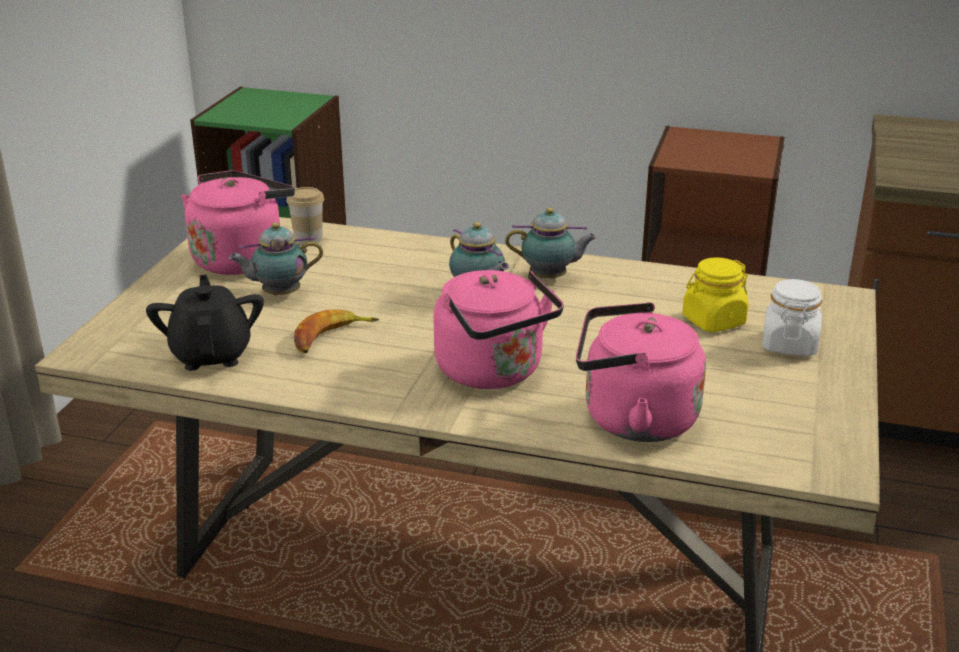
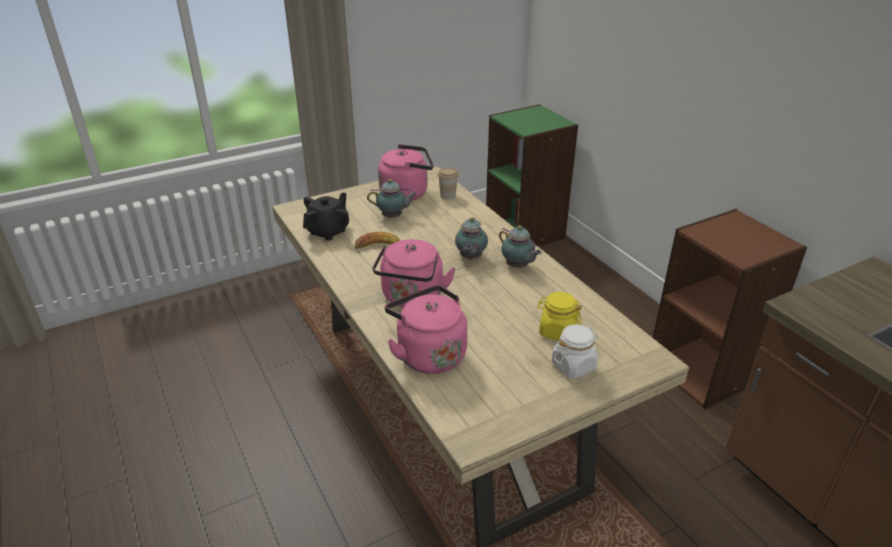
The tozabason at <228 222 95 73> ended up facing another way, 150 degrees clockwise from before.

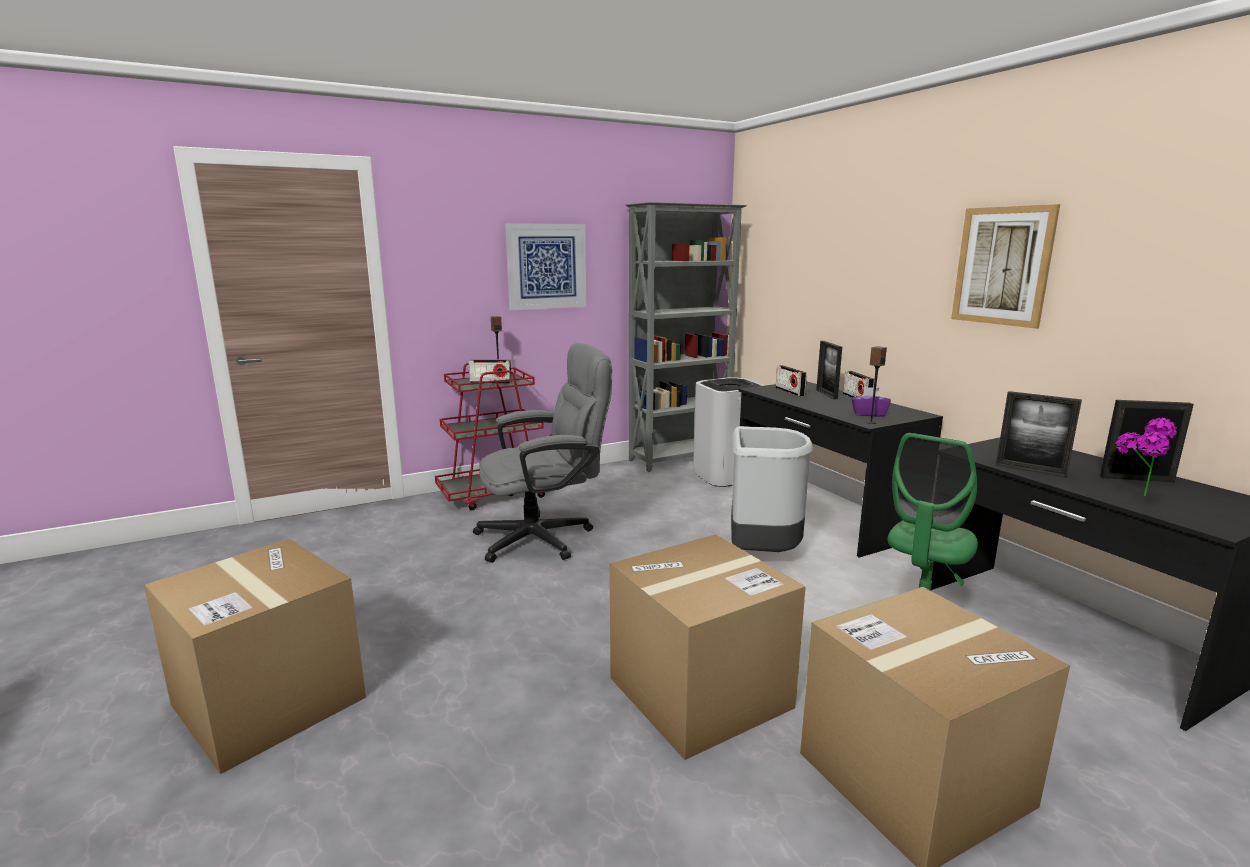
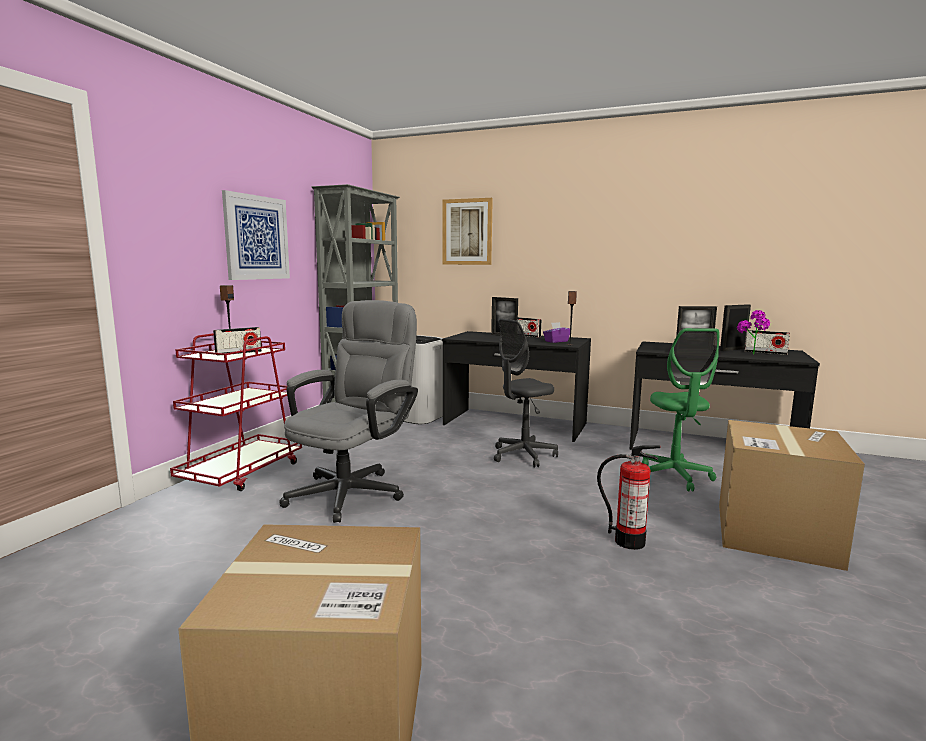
Where the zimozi stood at <610 534 196 226>, the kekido came to stand at <597 445 64 105>.
Where the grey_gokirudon stood at <731 426 82 126>, the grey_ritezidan came to stand at <494 318 64 149>.
The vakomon ended up elsewhere, having gone from <776 365 31 31> to <745 330 45 25>.
The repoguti ended up elsewhere, having gone from <951 204 109 125> to <442 198 51 67>.

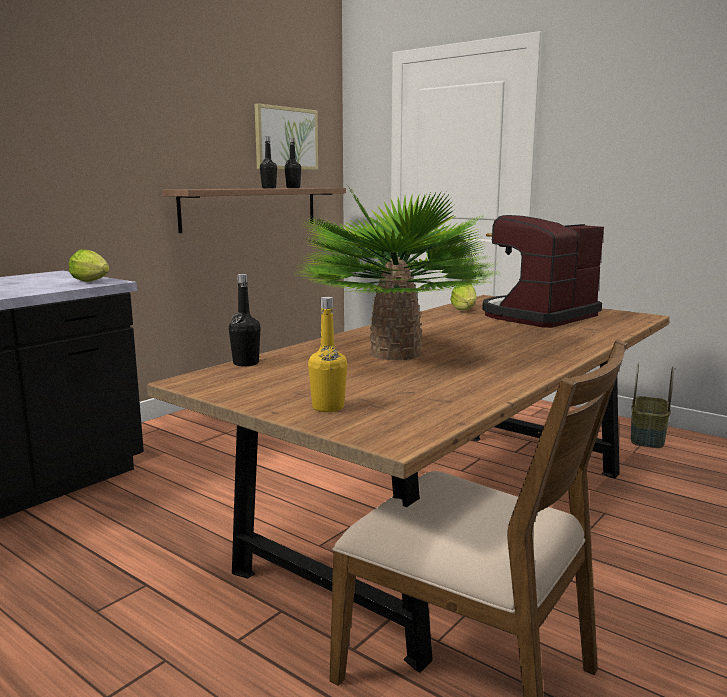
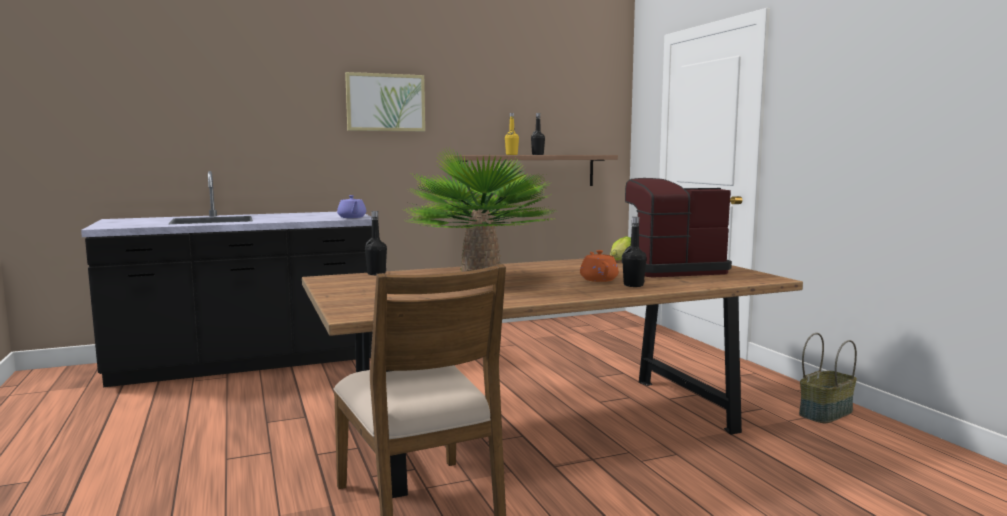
Where the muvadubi stood at <69 249 41 33>, the purple_tozabason came to stand at <337 195 29 23>.
The repoguti ended up elsewhere, having gone from <254 103 64 67> to <345 72 80 59>.
The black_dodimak ended up elsewhere, having gone from <285 138 16 50> to <622 217 25 70>.
The yellow_dodimak ended up elsewhere, having gone from <308 297 39 115> to <505 113 14 42>.
The second view gained the orange_tozabason at <580 250 39 32>.

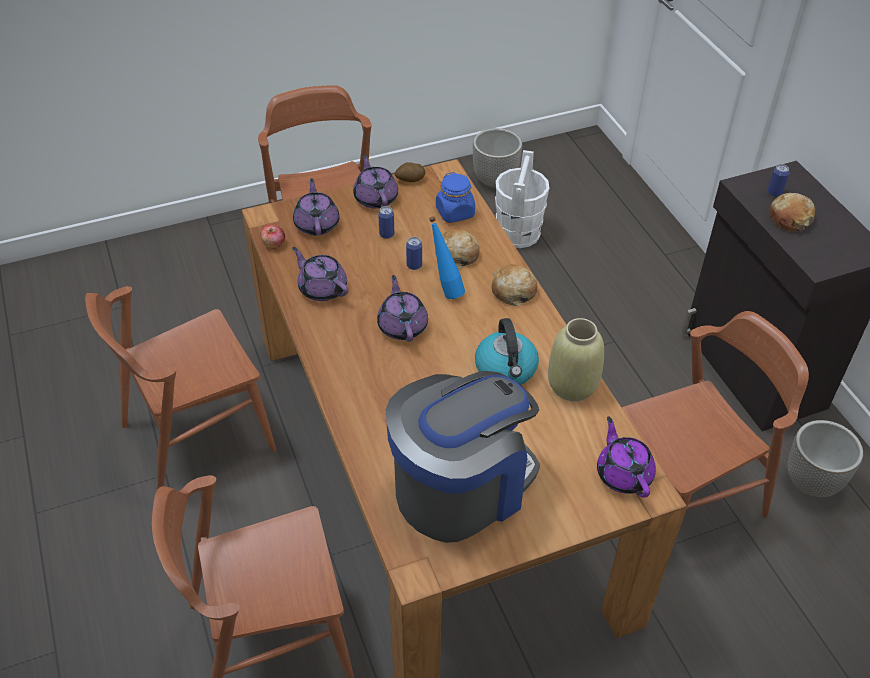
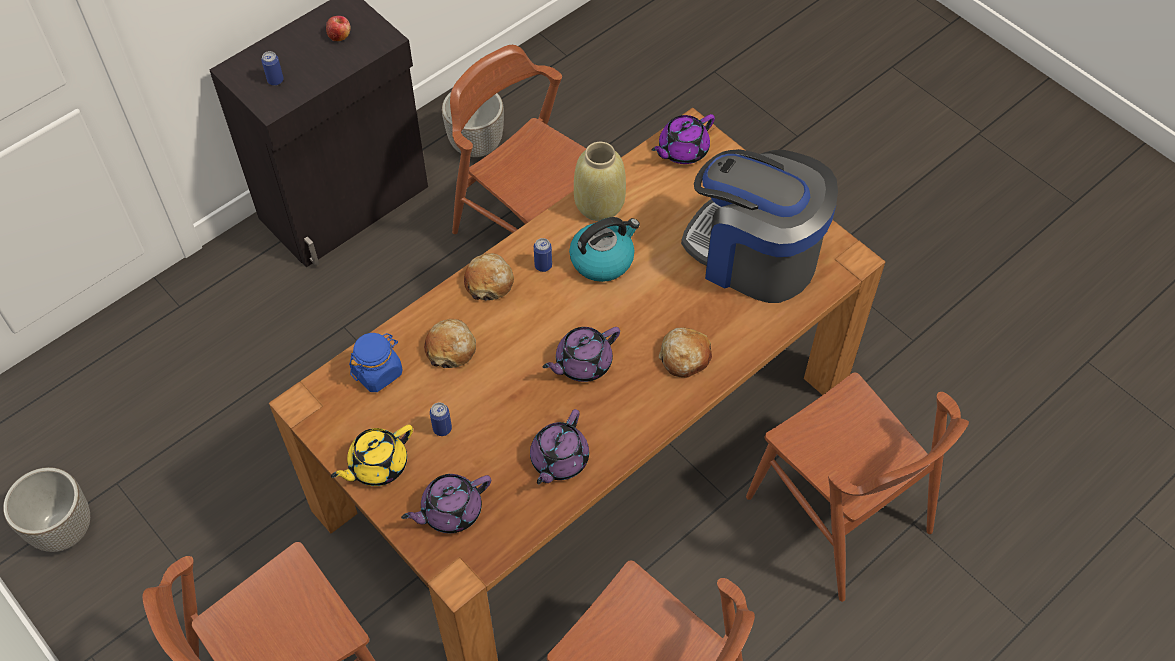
The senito ended up elsewhere, having gone from <260 224 25 25> to <326 16 24 25>.
What was the purple_tozabason at <353 154 45 55> turned into the yellow_tozabason at <331 425 82 61>.
The second view lost the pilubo at <395 162 30 20>.
The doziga ended up elsewhere, having gone from <406 237 16 33> to <534 238 18 34>.
The second view lost the blue_dodimak at <429 216 36 83>.
The second view lost the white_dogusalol at <495 150 54 98>.
The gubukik ended up elsewhere, having gone from <769 193 46 38> to <659 328 53 50>.

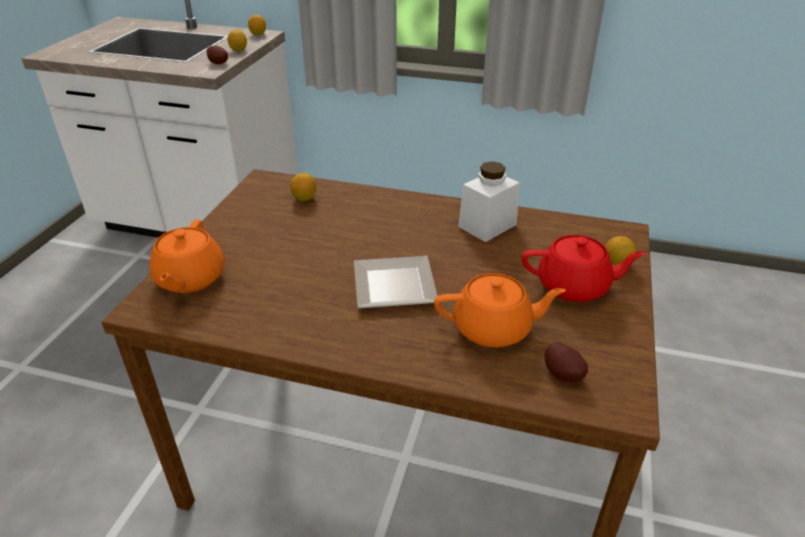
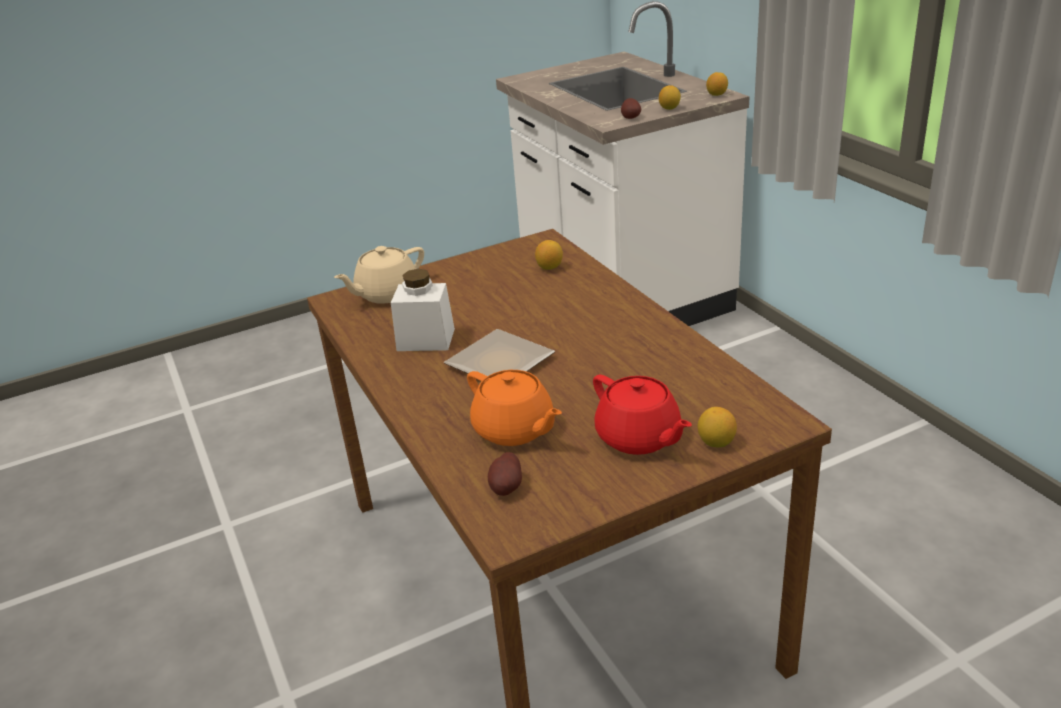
What was the orange_tozabason at <149 219 76 74> turned into the beige_tozabason at <334 246 90 58>.
The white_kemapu ended up elsewhere, having gone from <458 161 62 81> to <391 269 64 82>.

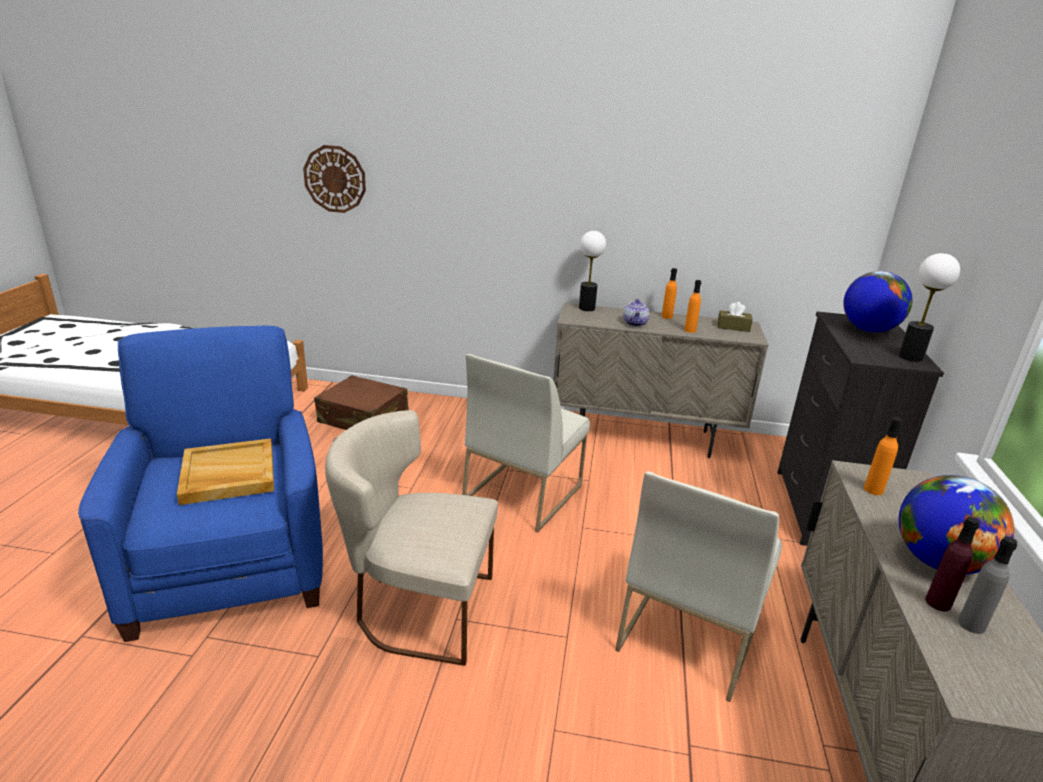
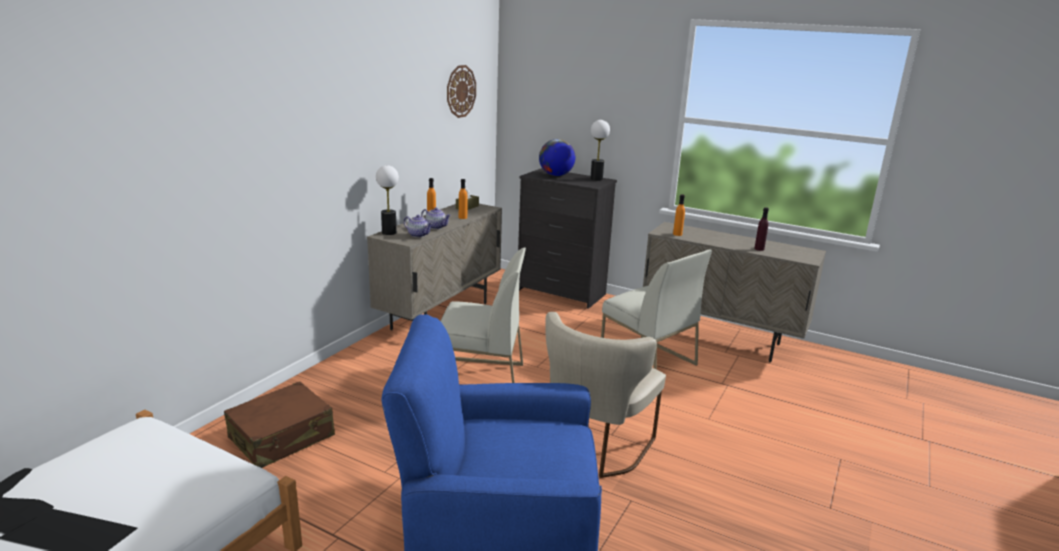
The second view lost the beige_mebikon at <177 438 97 67>.
The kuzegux ended up elsewhere, having gone from <303 145 63 68> to <447 65 29 53>.
The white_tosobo at <462 354 128 179> ended up facing another way, 45 degrees counterclockwise from before.
The second view lost the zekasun at <899 475 116 99>.
The second view lost the grey_dodimak at <958 536 59 98>.
The second view gained the tozabason at <404 215 29 23>.

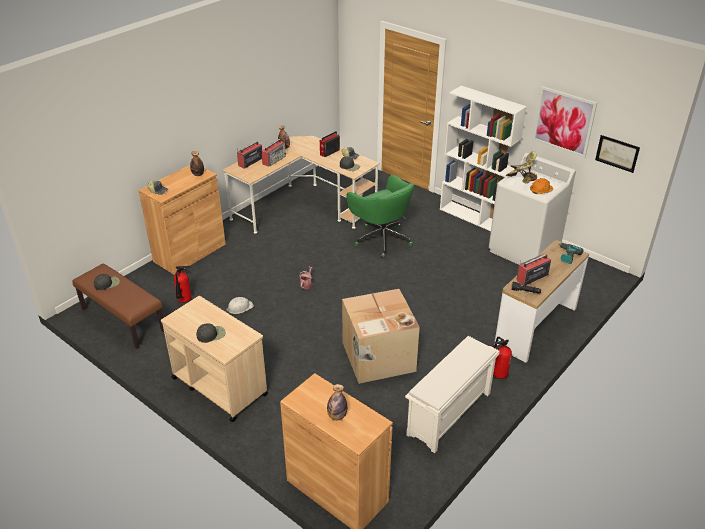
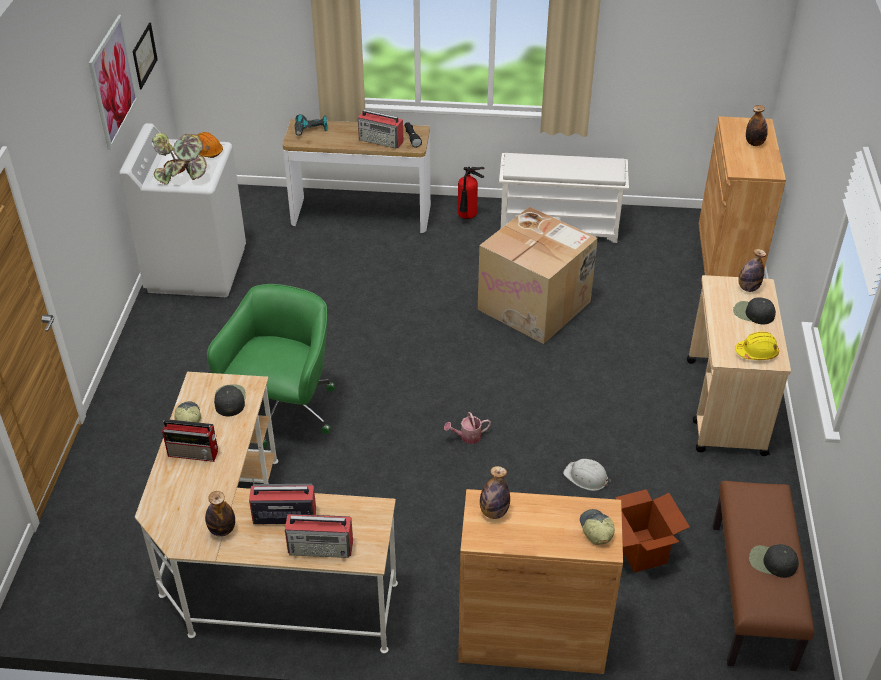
Where the kekido stood at <174 266 18 37>, the zimozi came to stand at <615 489 75 84>.
The second view lost the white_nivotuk at <440 86 87 145>.
The second view gained the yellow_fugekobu at <735 331 44 29>.
The second view gained the dodimak at <738 249 28 43>.

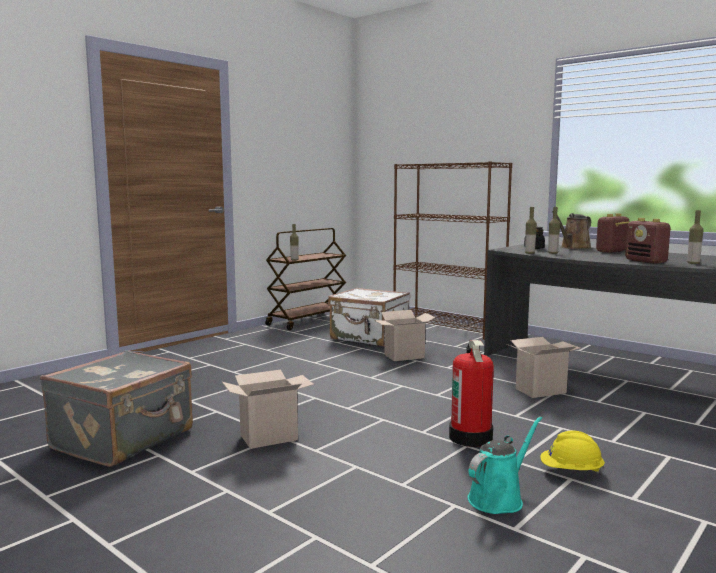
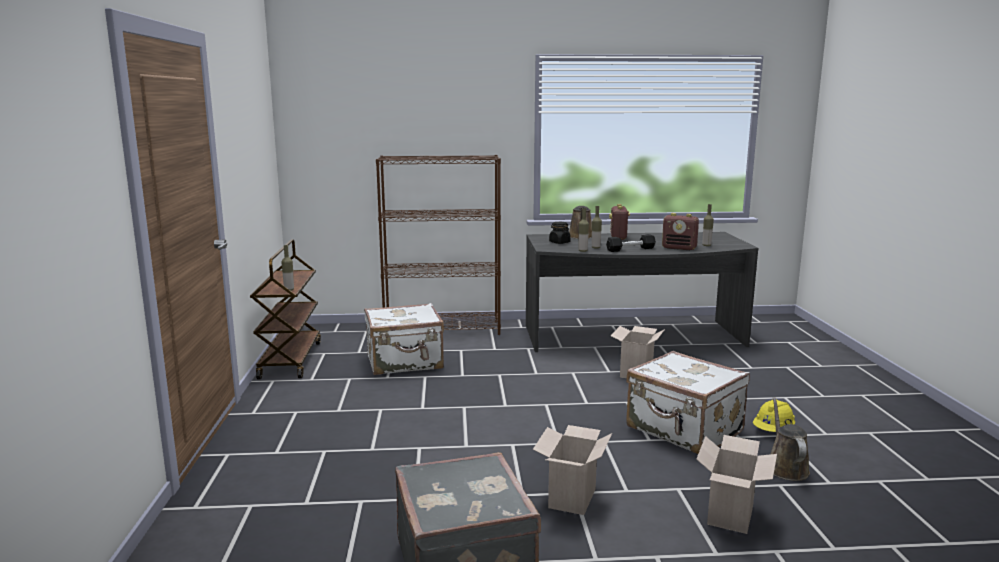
The zimozi ended up elsewhere, having gone from <374 310 62 51> to <696 435 81 99>.
Where the kekido stood at <449 340 45 107>, the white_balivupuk came to stand at <626 351 124 103>.
What was the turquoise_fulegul at <468 416 74 98> turned into the brown_fulegul at <771 397 39 84>.
The second view gained the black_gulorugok at <606 234 50 18>.

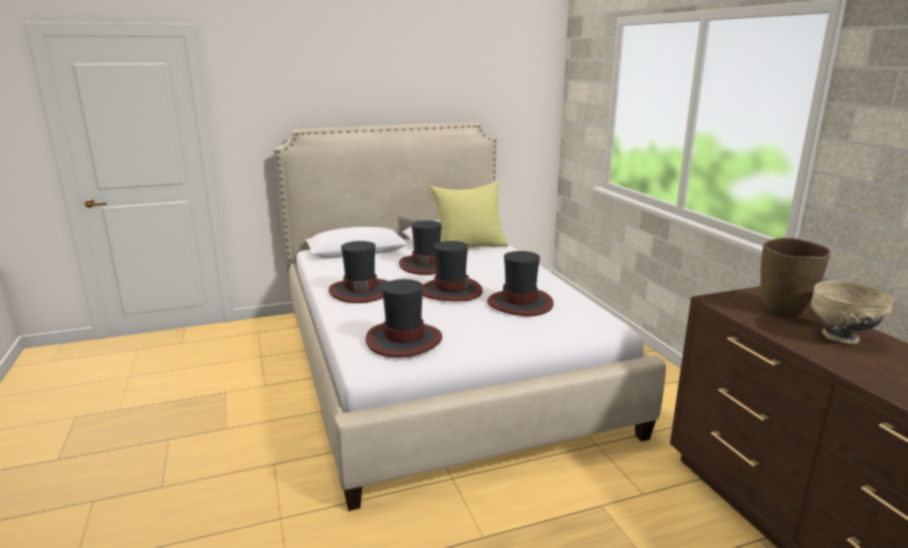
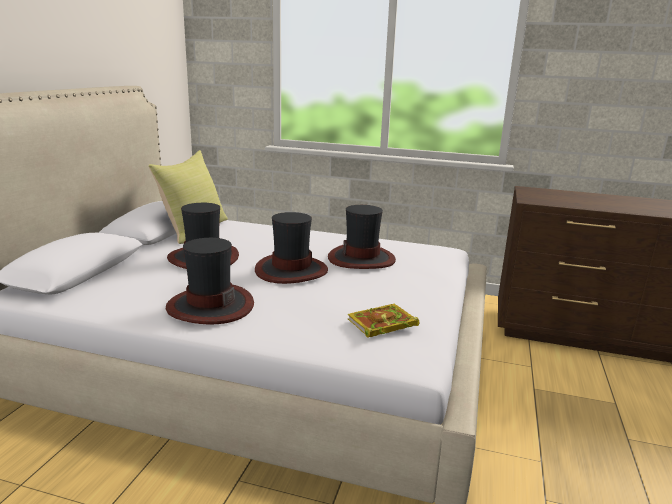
Where the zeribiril stood at <365 279 77 79>, the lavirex came to stand at <348 304 72 34>.
The second view lost the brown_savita at <760 238 71 79>.
The second view lost the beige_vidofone at <812 280 81 64>.

